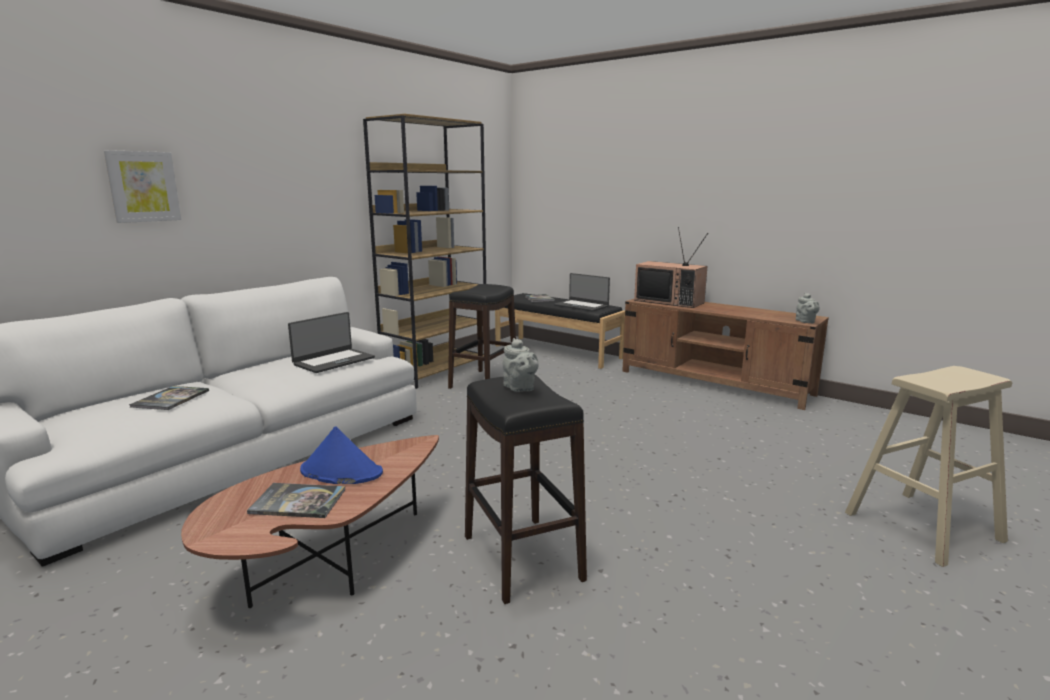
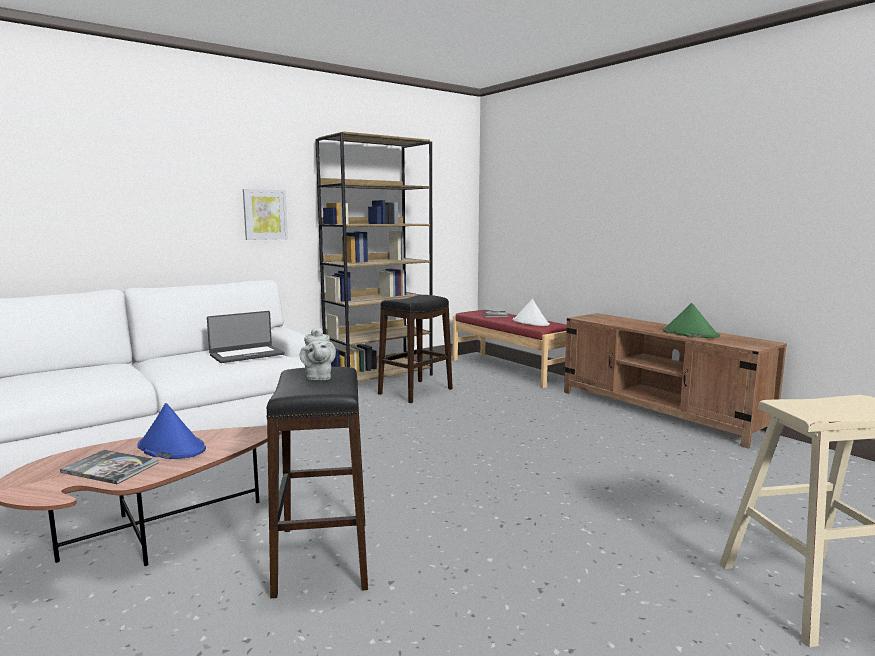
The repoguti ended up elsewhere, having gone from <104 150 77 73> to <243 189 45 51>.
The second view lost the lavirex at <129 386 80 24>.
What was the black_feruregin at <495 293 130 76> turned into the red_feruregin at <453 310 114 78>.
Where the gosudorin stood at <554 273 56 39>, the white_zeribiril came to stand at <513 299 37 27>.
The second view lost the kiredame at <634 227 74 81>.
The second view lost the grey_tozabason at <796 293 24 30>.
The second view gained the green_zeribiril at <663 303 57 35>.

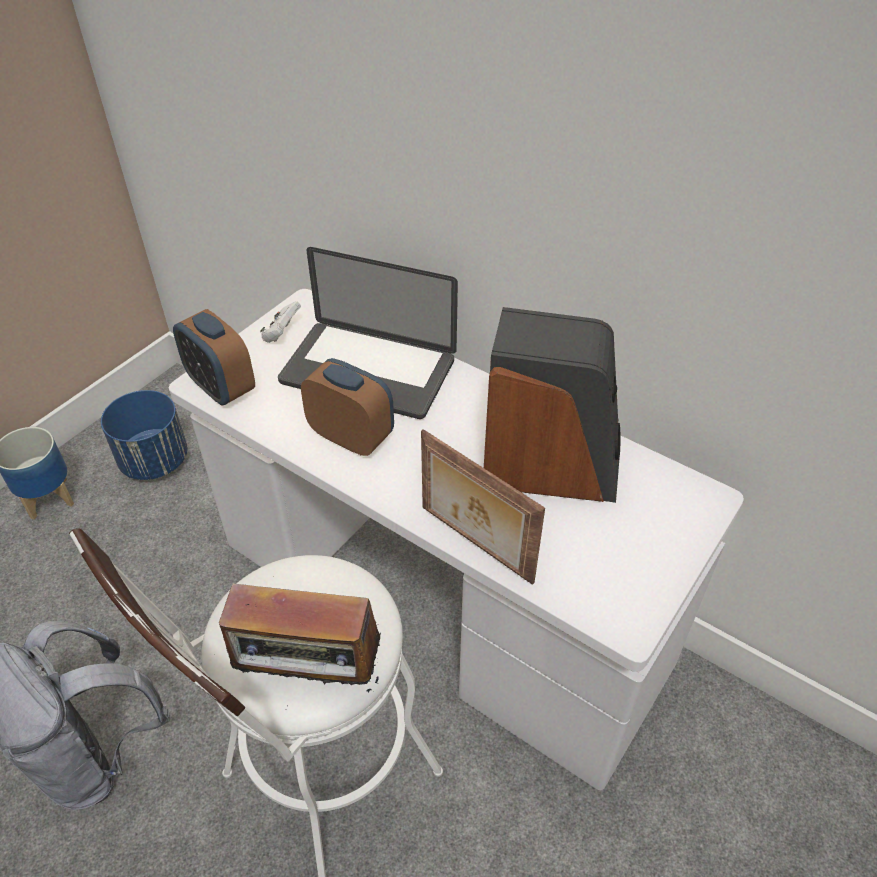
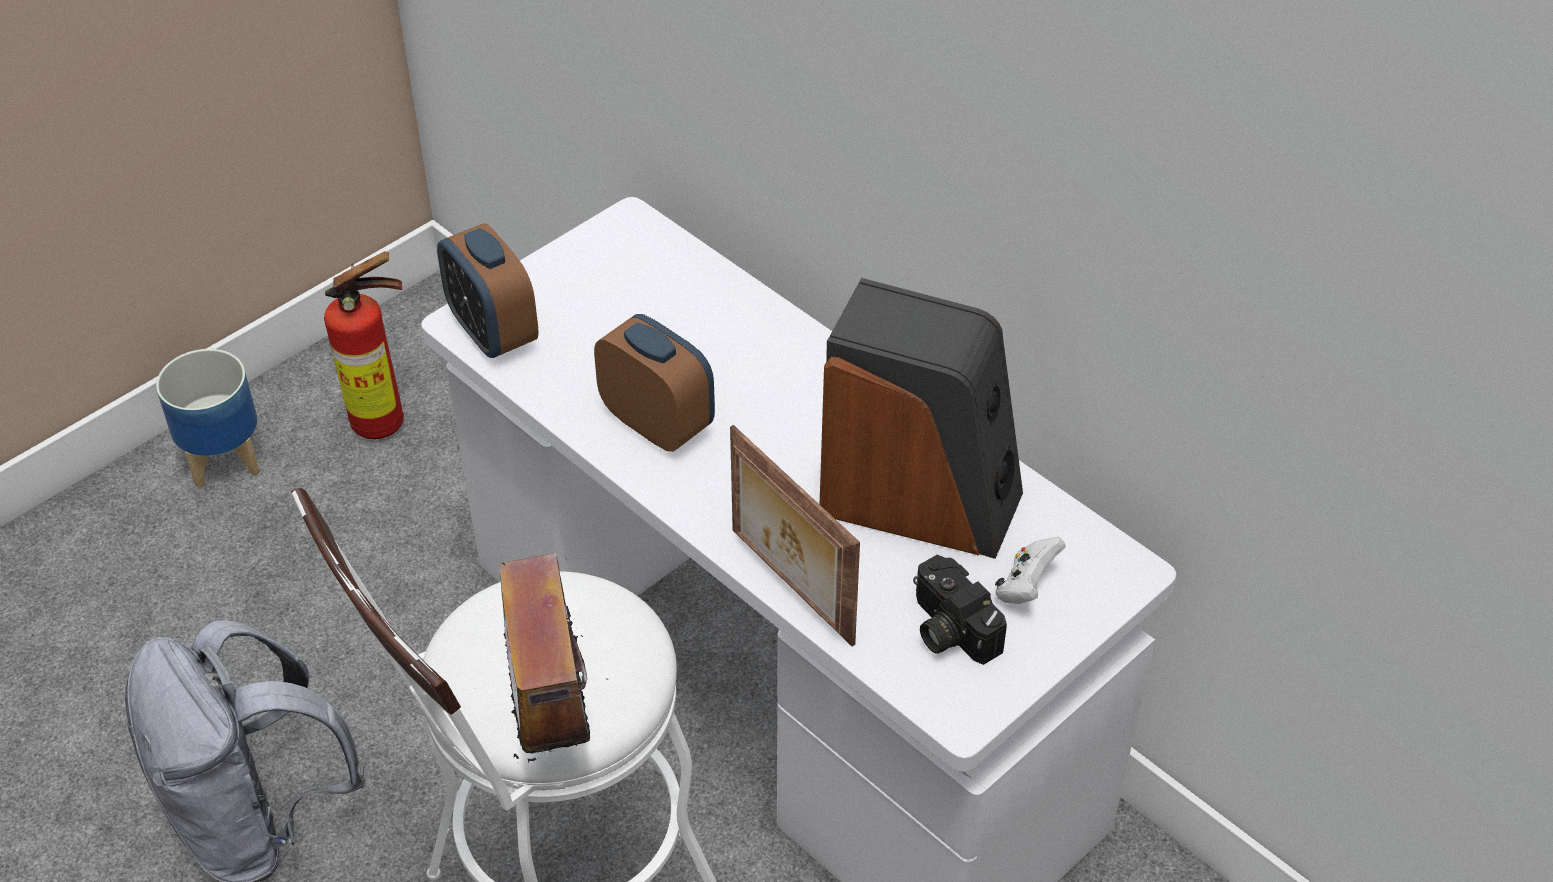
Where the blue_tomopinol stood at <101 390 87 90>, the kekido came to stand at <324 251 80 188>.
The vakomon at <219 581 162 111> ended up facing another way, 60 degrees clockwise from before.
The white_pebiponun ended up elsewhere, having gone from <260 301 41 42> to <995 537 71 67>.
The second view lost the gosudorin at <278 247 180 172>.
The second view gained the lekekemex at <913 555 94 110>.

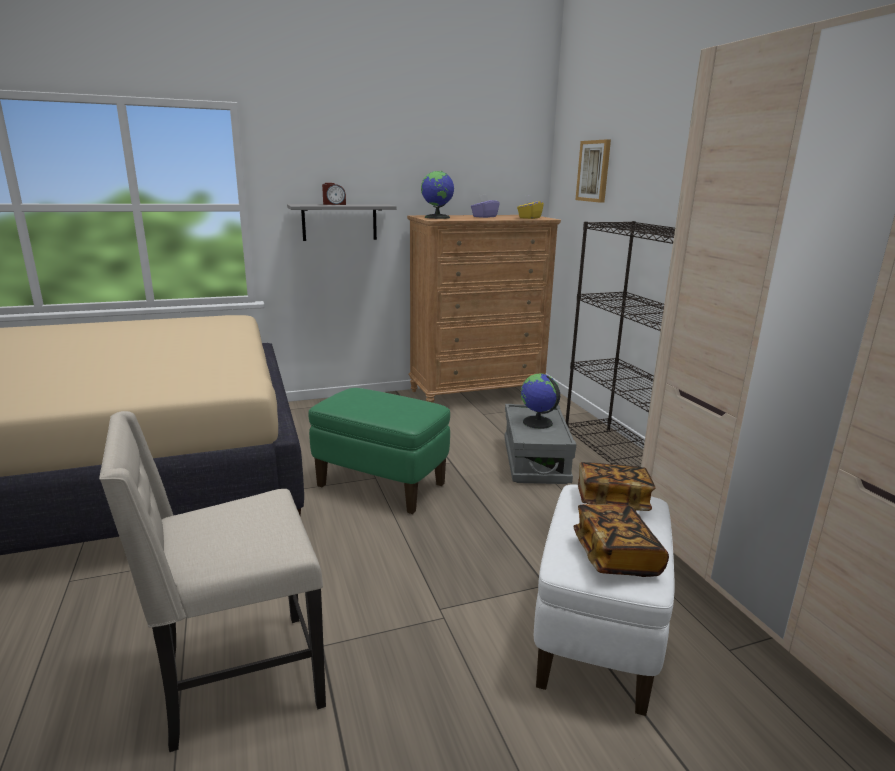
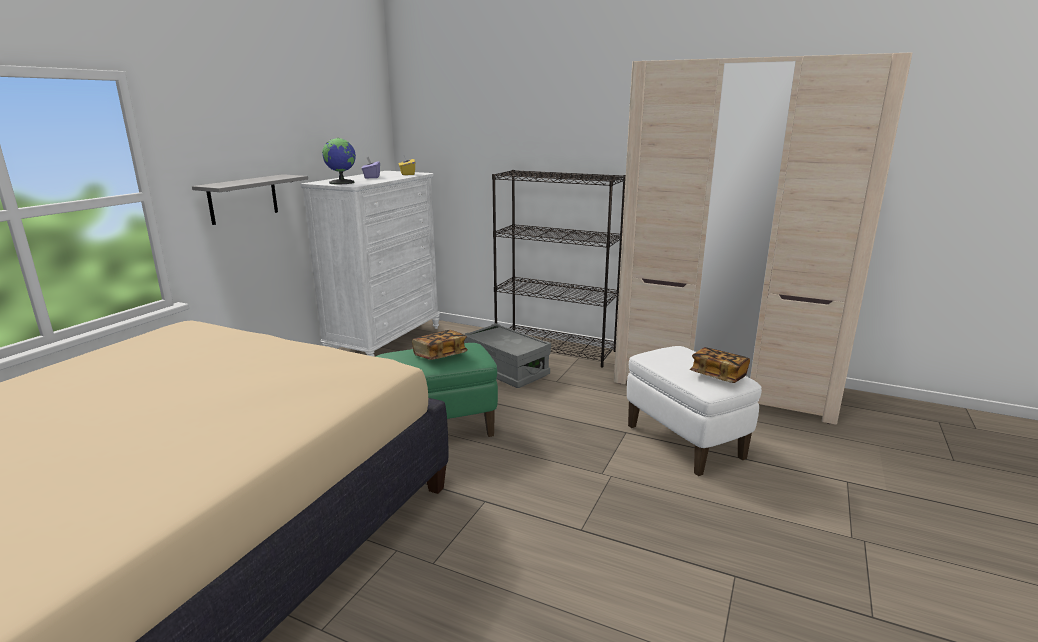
The second view lost the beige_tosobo at <99 411 227 341>.
The second view lost the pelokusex at <322 183 24 22>.
What was the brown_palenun at <407 215 154 188> turned into the white_palenun at <300 171 140 185>.
The second view lost the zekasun at <521 374 39 55>.
The second view lost the repoguti at <576 139 35 64>.
The lavirex ended up elsewhere, having gone from <578 462 77 49> to <412 330 56 30>.

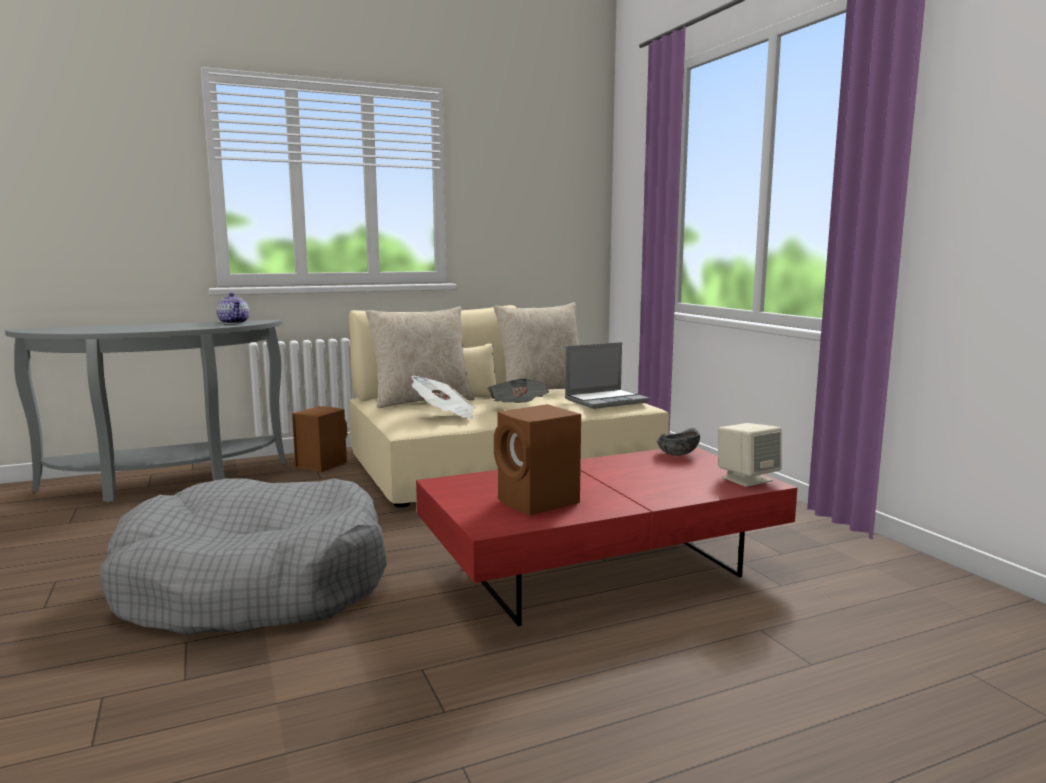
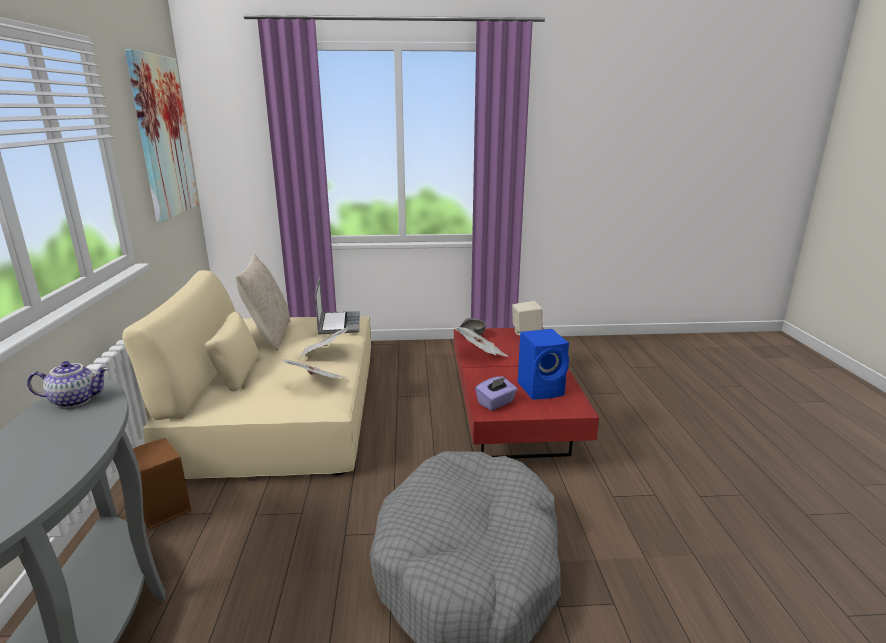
The second view lost the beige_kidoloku at <365 306 109 102>.
What was the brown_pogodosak at <494 404 87 111> turned into the blue_pogodosak at <518 329 51 71>.
The second view gained the repoguti at <125 49 73 173>.
The second view gained the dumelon at <454 327 54 30>.
The second view gained the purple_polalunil at <475 376 43 35>.

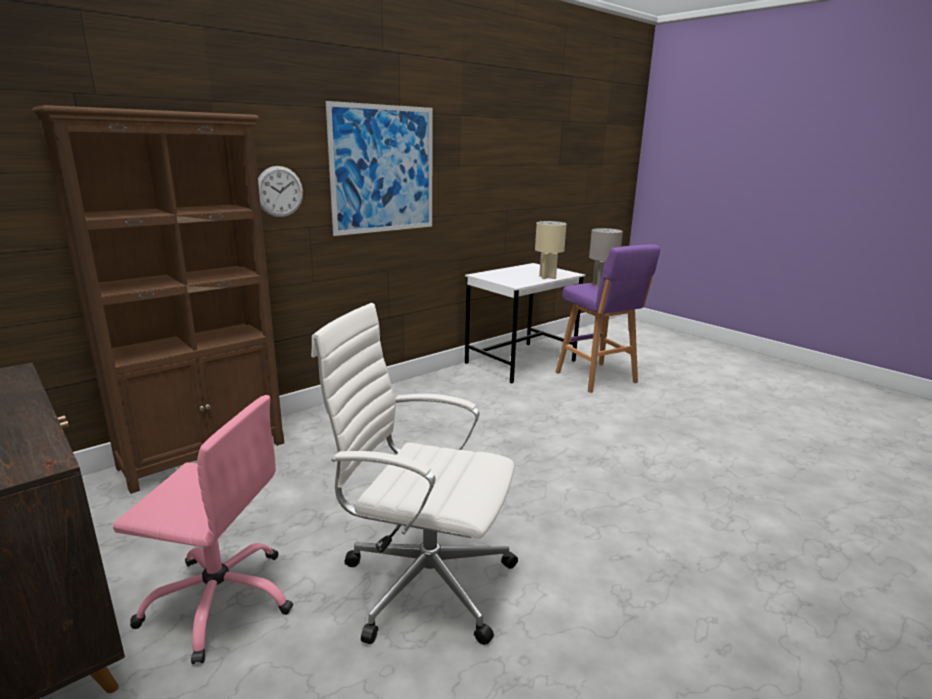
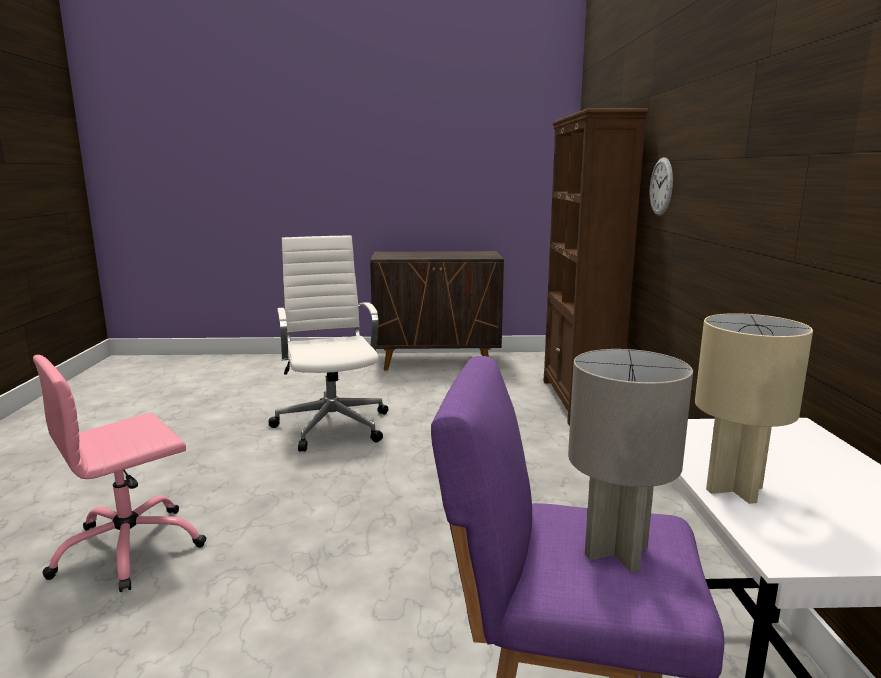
The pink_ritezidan ended up elsewhere, having gone from <113 395 180 269> to <33 355 174 237>.
The white_ritezidan at <311 303 207 342> ended up facing another way, 75 degrees counterclockwise from before.
The second view lost the repoguti at <326 101 107 135>.

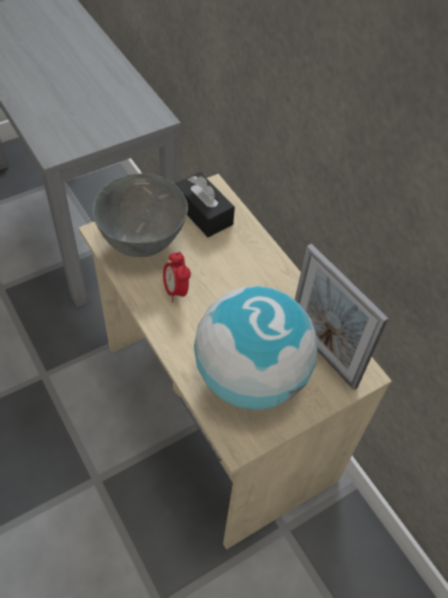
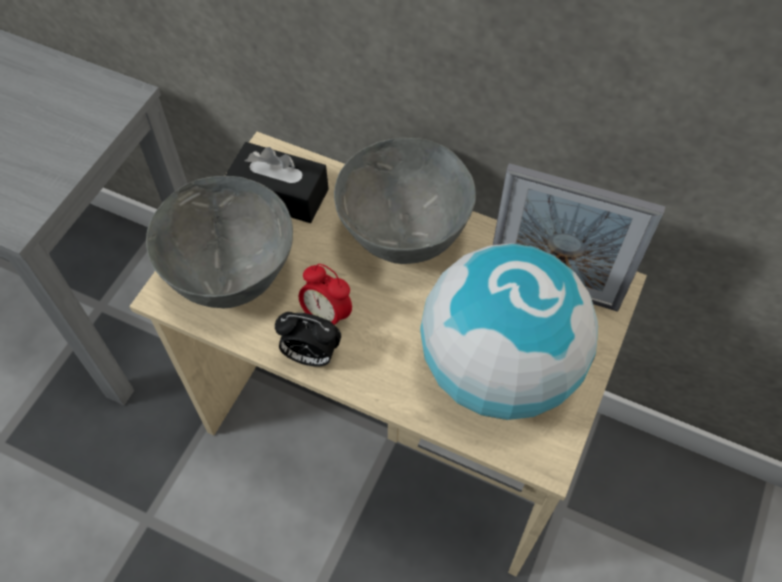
The second view gained the pelokusex at <275 312 66 55>.
The second view gained the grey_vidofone at <334 137 142 127>.

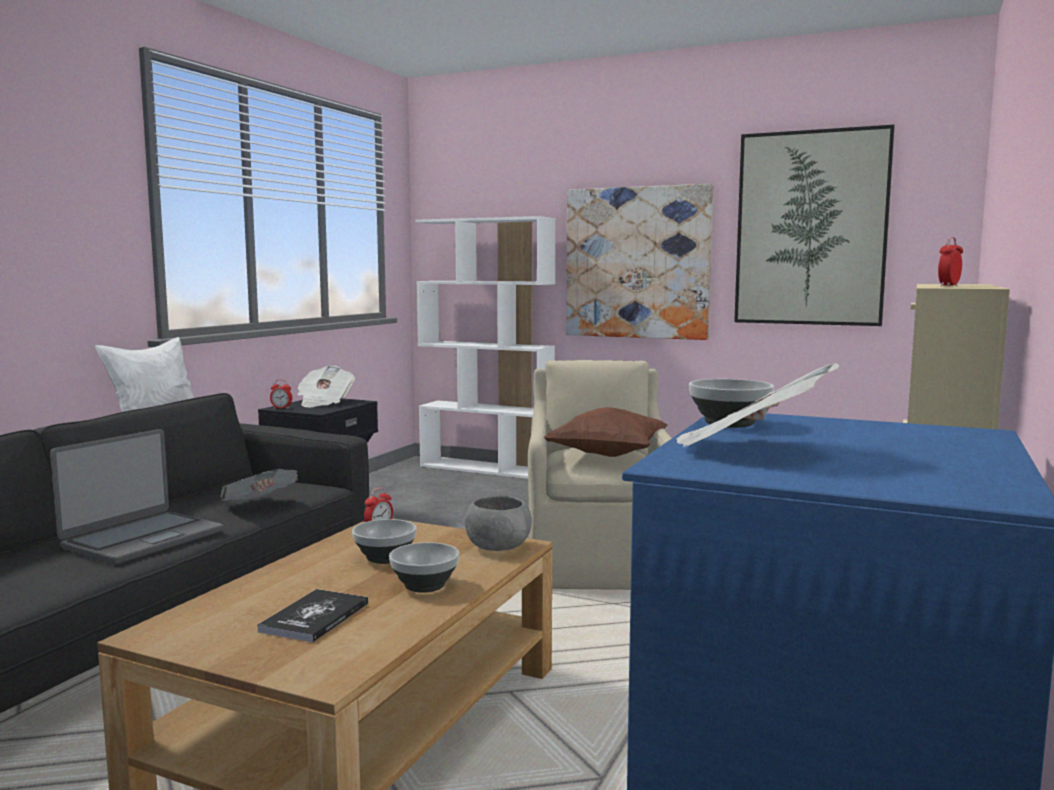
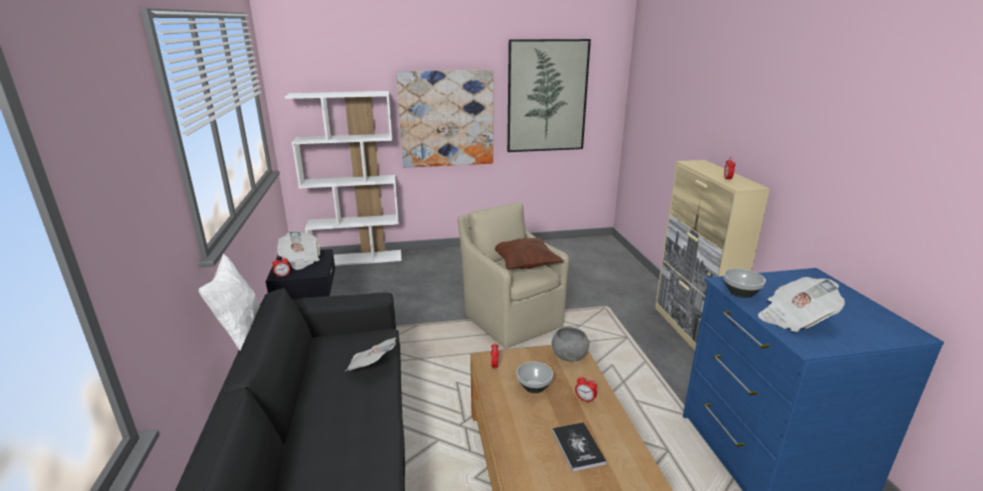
The second view lost the gosudorin at <50 429 173 136>.
Where the vidofone stood at <389 542 70 51>, the pelokusex came to stand at <575 375 22 28>.

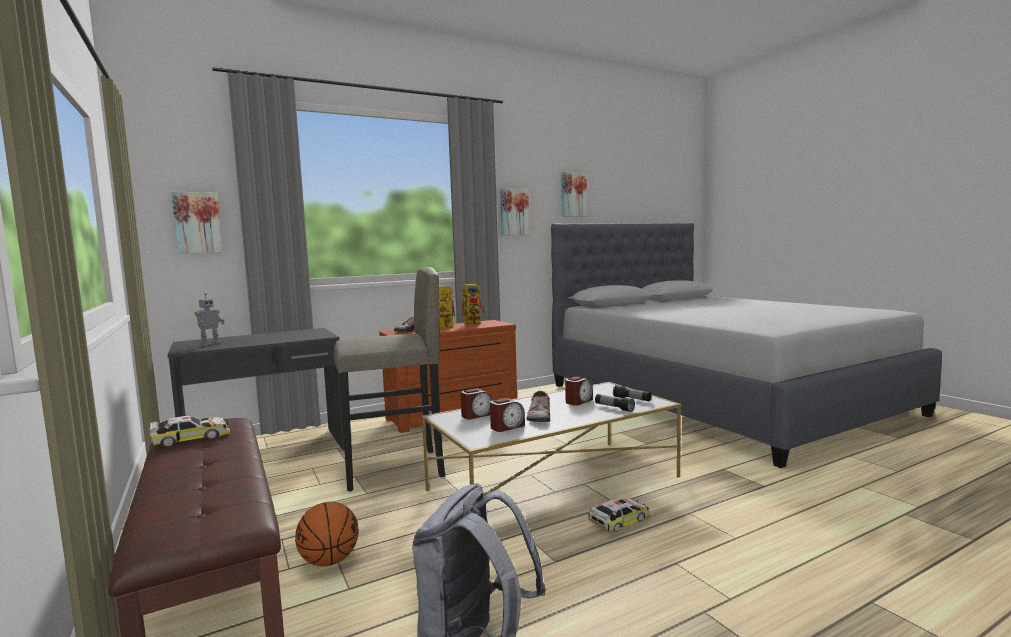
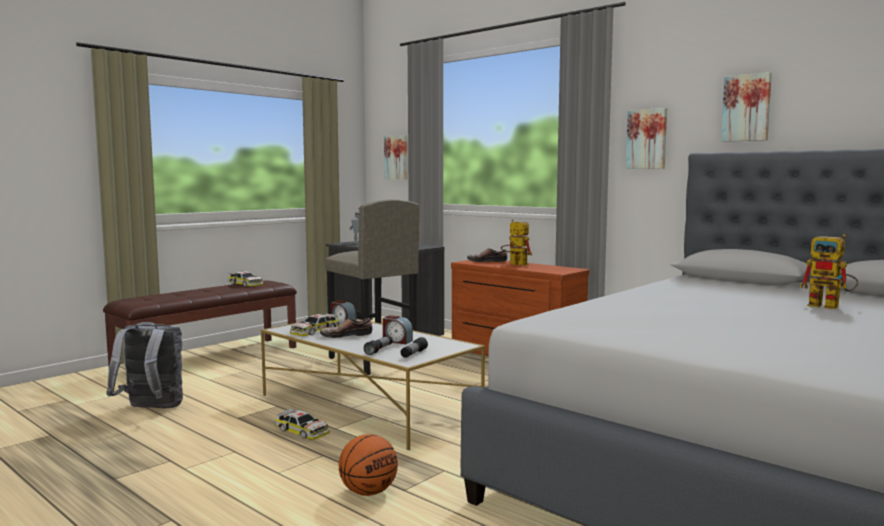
The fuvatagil ended up elsewhere, having gone from <295 502 64 65> to <339 434 59 62>.
The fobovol ended up elsewhere, having gone from <461 282 25 43> to <800 234 58 75>.
Where the pelokusex stood at <490 398 35 34>, the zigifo came to stand at <290 313 49 23>.

